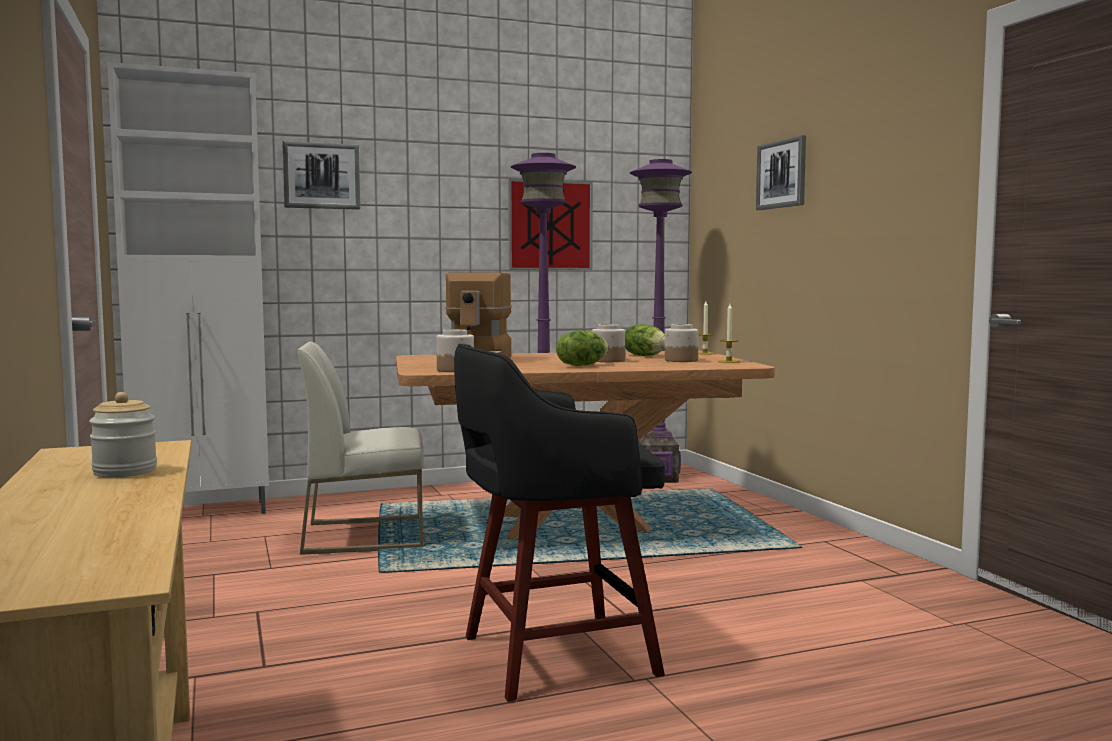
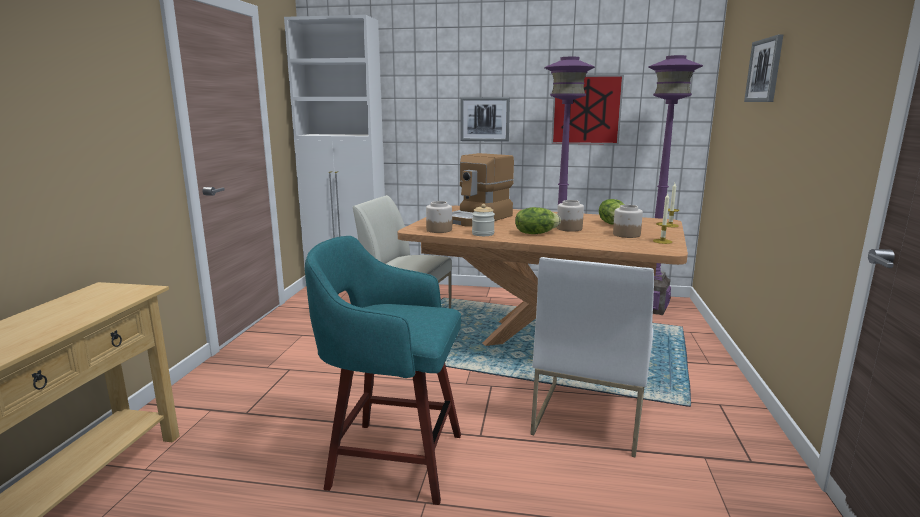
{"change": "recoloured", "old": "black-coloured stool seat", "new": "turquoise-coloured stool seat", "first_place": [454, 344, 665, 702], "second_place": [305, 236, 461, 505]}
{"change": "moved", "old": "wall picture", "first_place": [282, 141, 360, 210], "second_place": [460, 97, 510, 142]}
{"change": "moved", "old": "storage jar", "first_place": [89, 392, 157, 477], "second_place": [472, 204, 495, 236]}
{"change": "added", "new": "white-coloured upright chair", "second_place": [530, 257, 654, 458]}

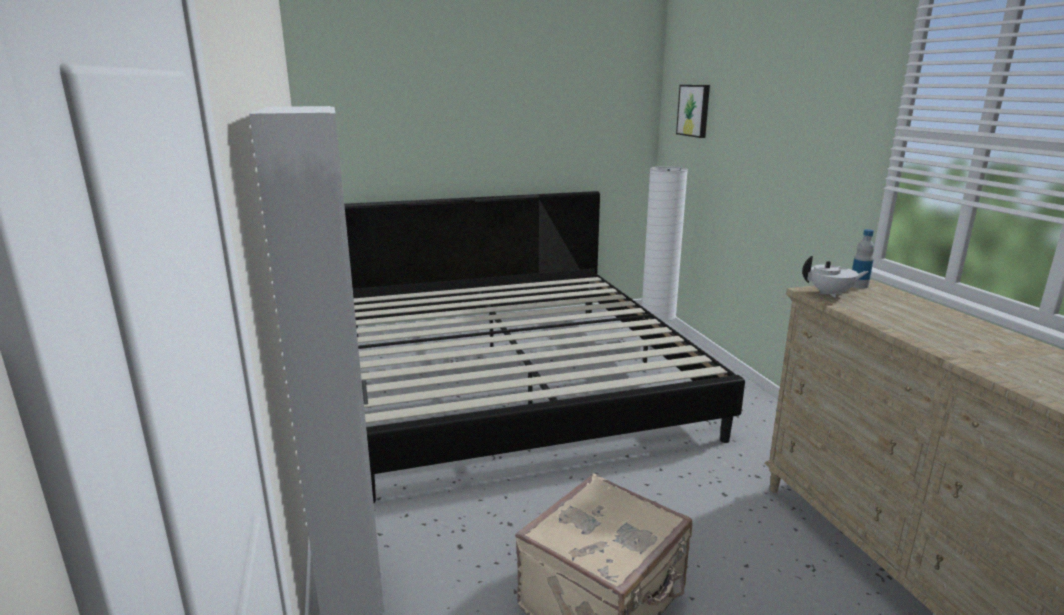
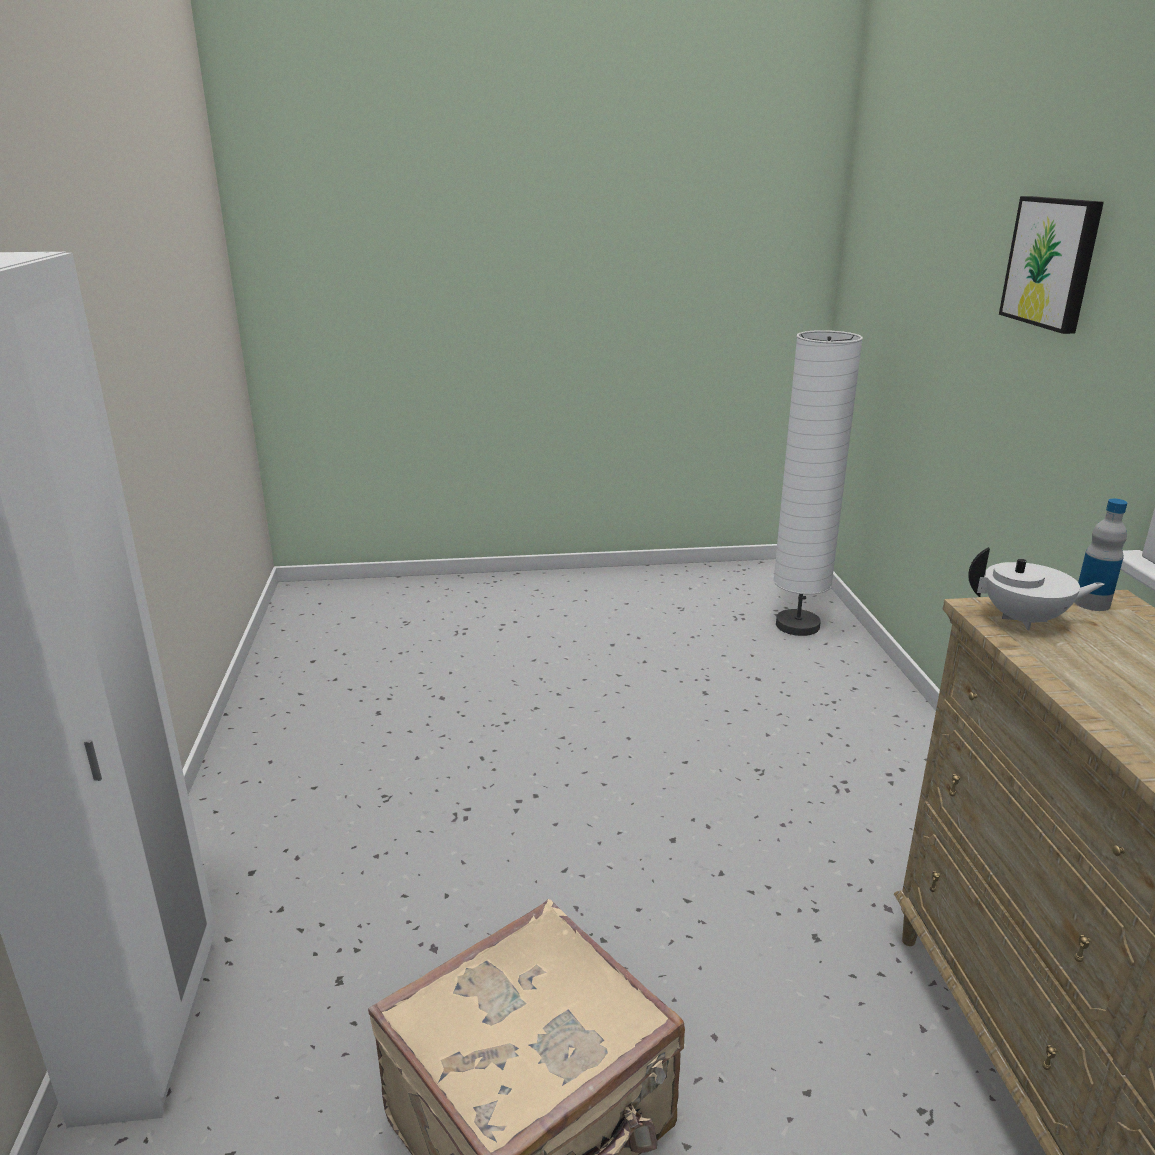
{"change": "moved", "old": "wall picture", "first_place": [676, 85, 710, 138], "second_place": [999, 196, 1104, 334]}
{"change": "removed", "old": "bed", "first_place": [344, 191, 745, 503]}

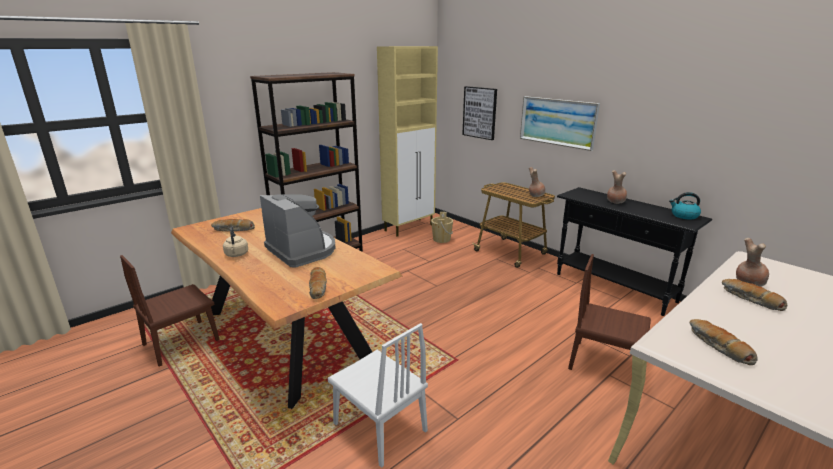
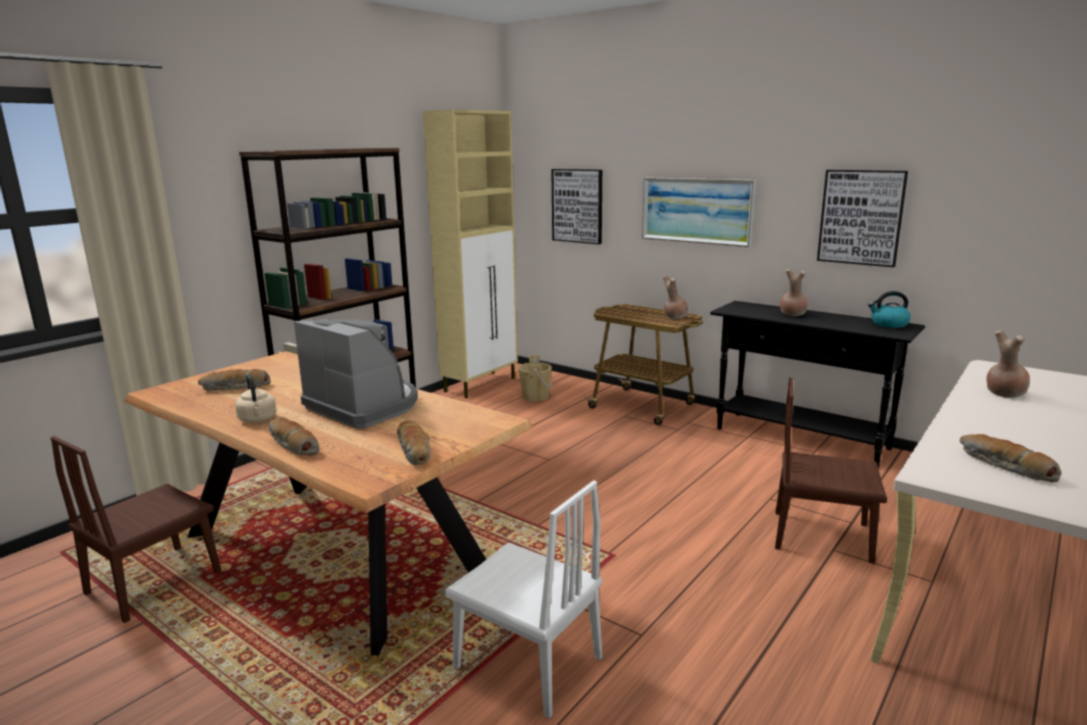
{"change": "moved", "old": "bakery bread", "first_place": [722, 279, 787, 311], "second_place": [269, 418, 319, 455]}
{"change": "added", "new": "wall picture", "second_place": [817, 170, 908, 267]}

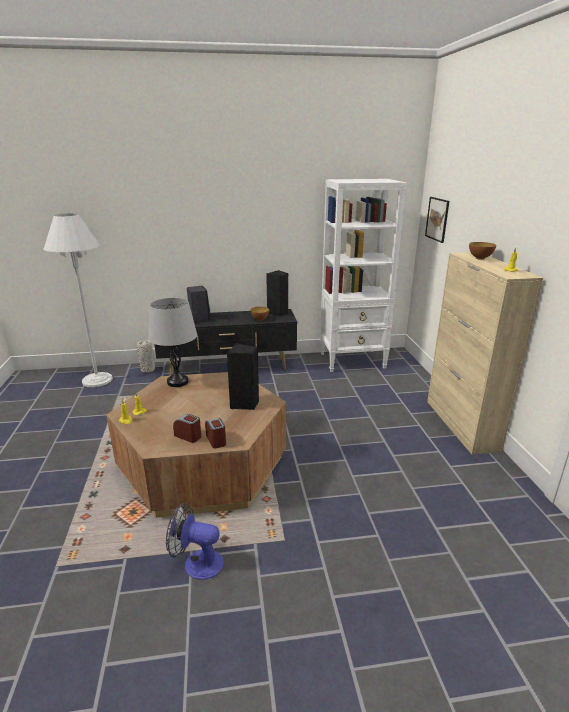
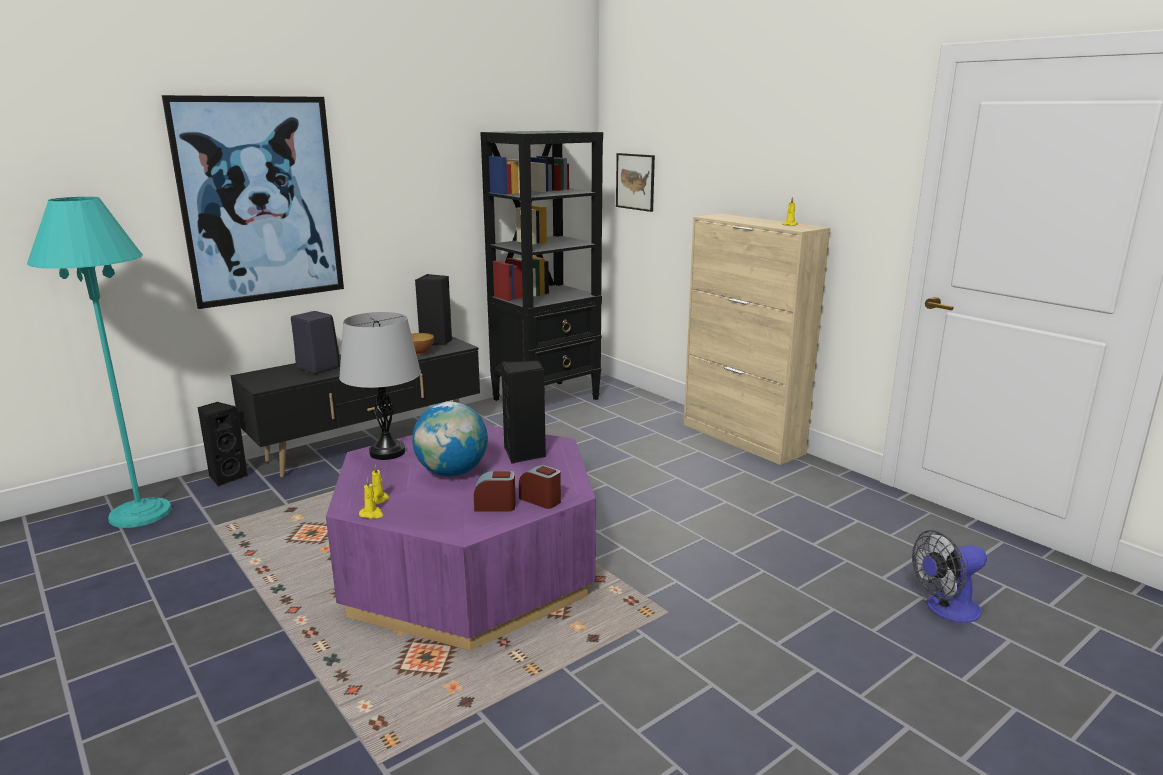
{"change": "recoloured", "old": "white-coloured floor lamp", "new": "turquoise-coloured floor lamp", "first_place": [44, 213, 113, 387], "second_place": [27, 197, 172, 528]}
{"change": "added", "new": "wall picture", "second_place": [162, 95, 344, 309]}
{"change": "replaced", "old": "grey flower vase", "new": "black-coloured loudspeaker", "first_place": [137, 340, 155, 373], "second_place": [198, 402, 248, 487]}
{"change": "recoloured", "old": "brown low table", "new": "purplish low table", "first_place": [106, 372, 286, 518], "second_place": [326, 425, 596, 651]}
{"change": "added", "new": "desk globe", "second_place": [412, 402, 488, 476]}
{"change": "recoloured", "old": "white-coloured shelving unit", "new": "black-coloured shelving unit", "first_place": [320, 179, 407, 372], "second_place": [480, 131, 603, 401]}
{"change": "moved", "old": "electric fan", "first_place": [166, 503, 224, 580], "second_place": [912, 530, 987, 623]}
{"change": "removed", "old": "bowl", "first_place": [469, 242, 496, 260]}

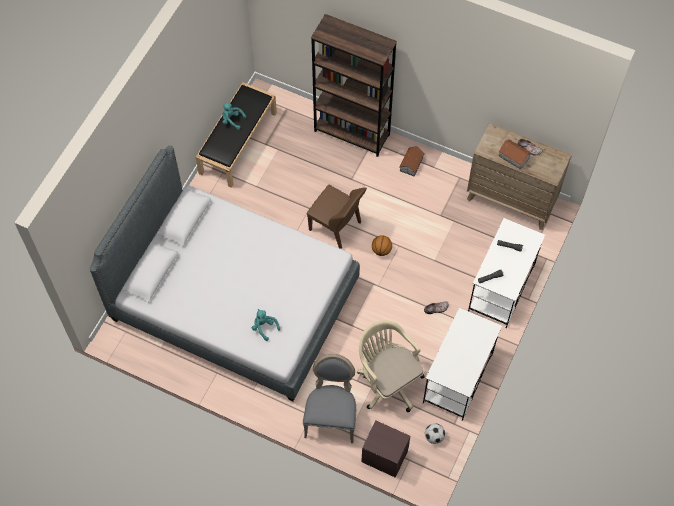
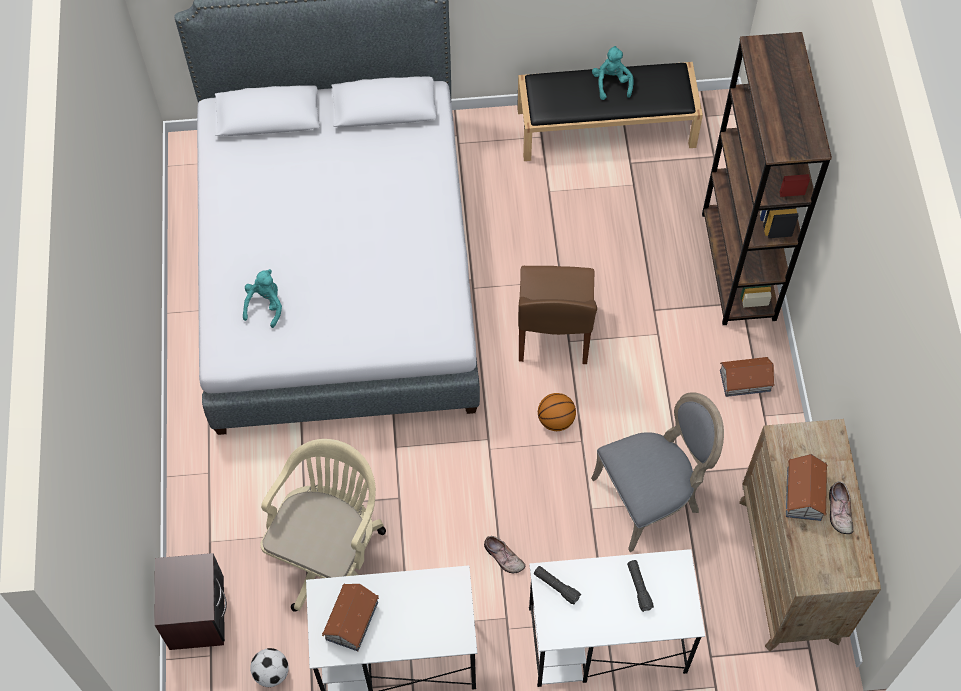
{"change": "added", "new": "toy house", "second_place": [322, 583, 379, 651]}
{"change": "moved", "old": "grey upright chair", "first_place": [303, 354, 356, 443], "second_place": [591, 392, 724, 552]}

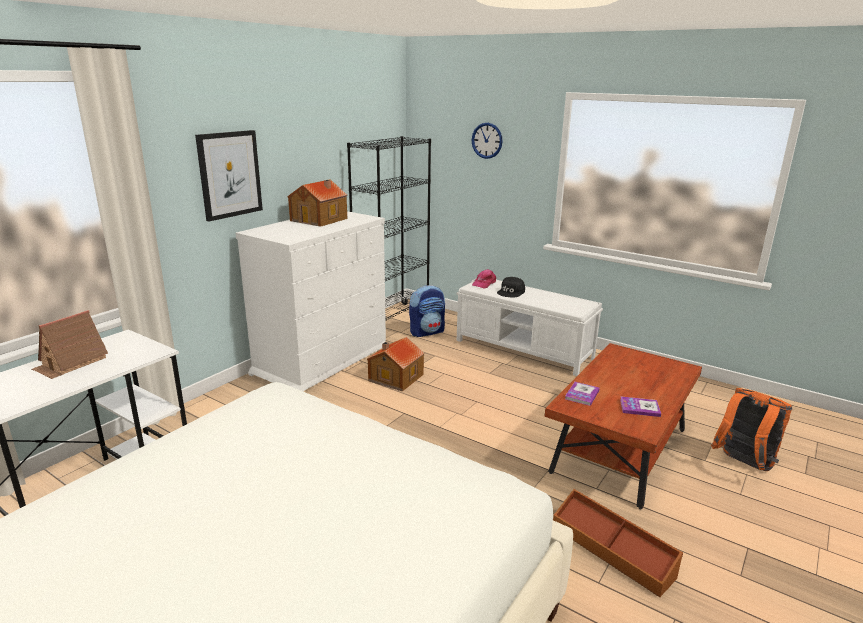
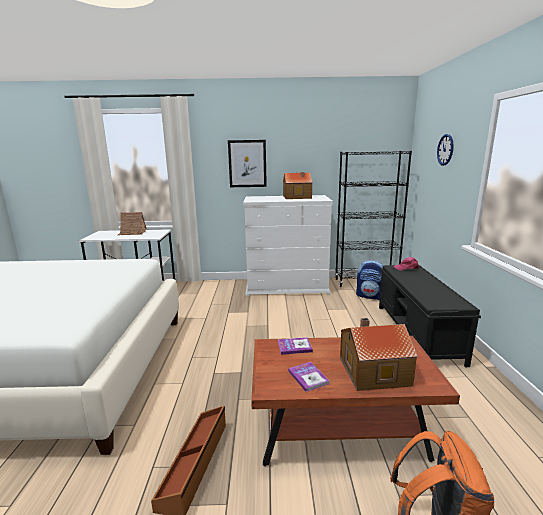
{"change": "moved", "old": "toy house", "first_place": [367, 337, 425, 392], "second_place": [340, 318, 418, 391]}
{"change": "recoloured", "old": "white-coloured long seat", "new": "black-coloured long seat", "first_place": [456, 279, 603, 376], "second_place": [379, 264, 481, 367]}
{"change": "removed", "old": "black-coloured cap", "first_place": [497, 277, 525, 297]}

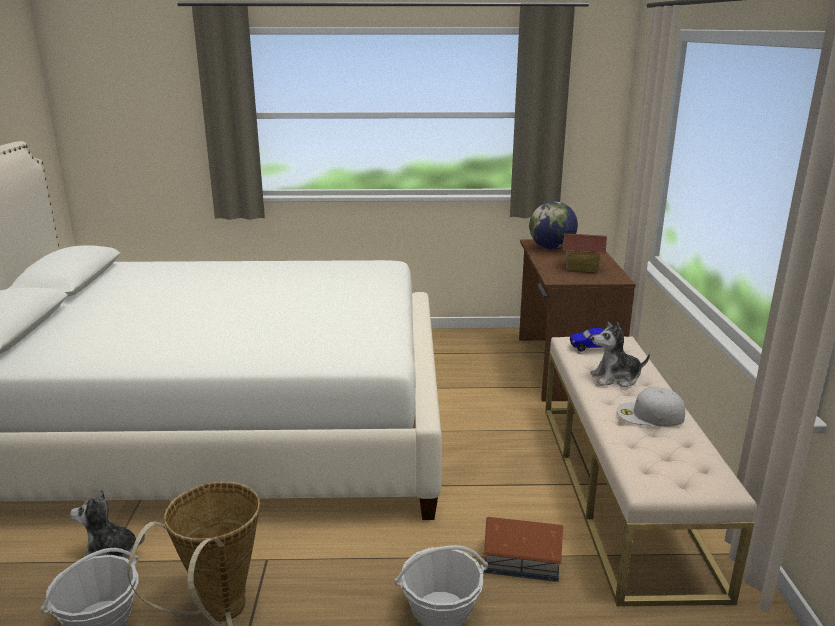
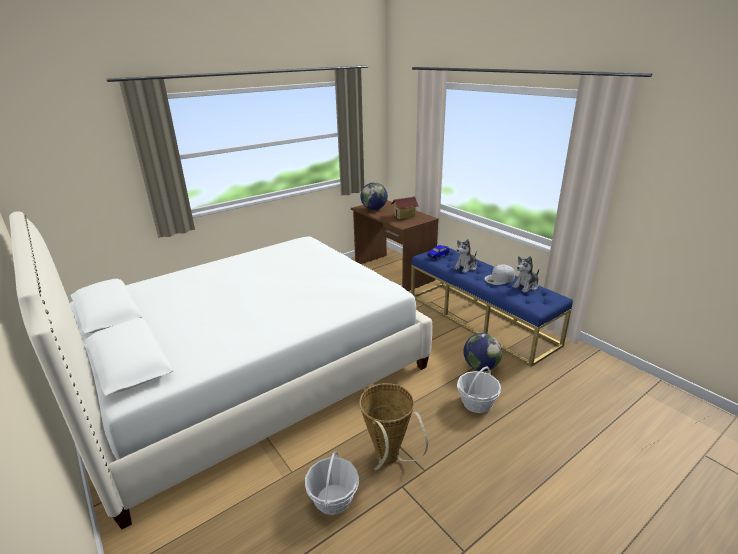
{"change": "recoloured", "old": "beige long seat", "new": "blue long seat", "first_place": [545, 337, 757, 606], "second_place": [411, 248, 573, 367]}
{"change": "replaced", "old": "toy house", "new": "desk globe", "first_place": [482, 517, 563, 582], "second_place": [464, 333, 502, 371]}
{"change": "moved", "old": "soft toy", "first_place": [70, 490, 145, 559], "second_place": [512, 256, 539, 293]}

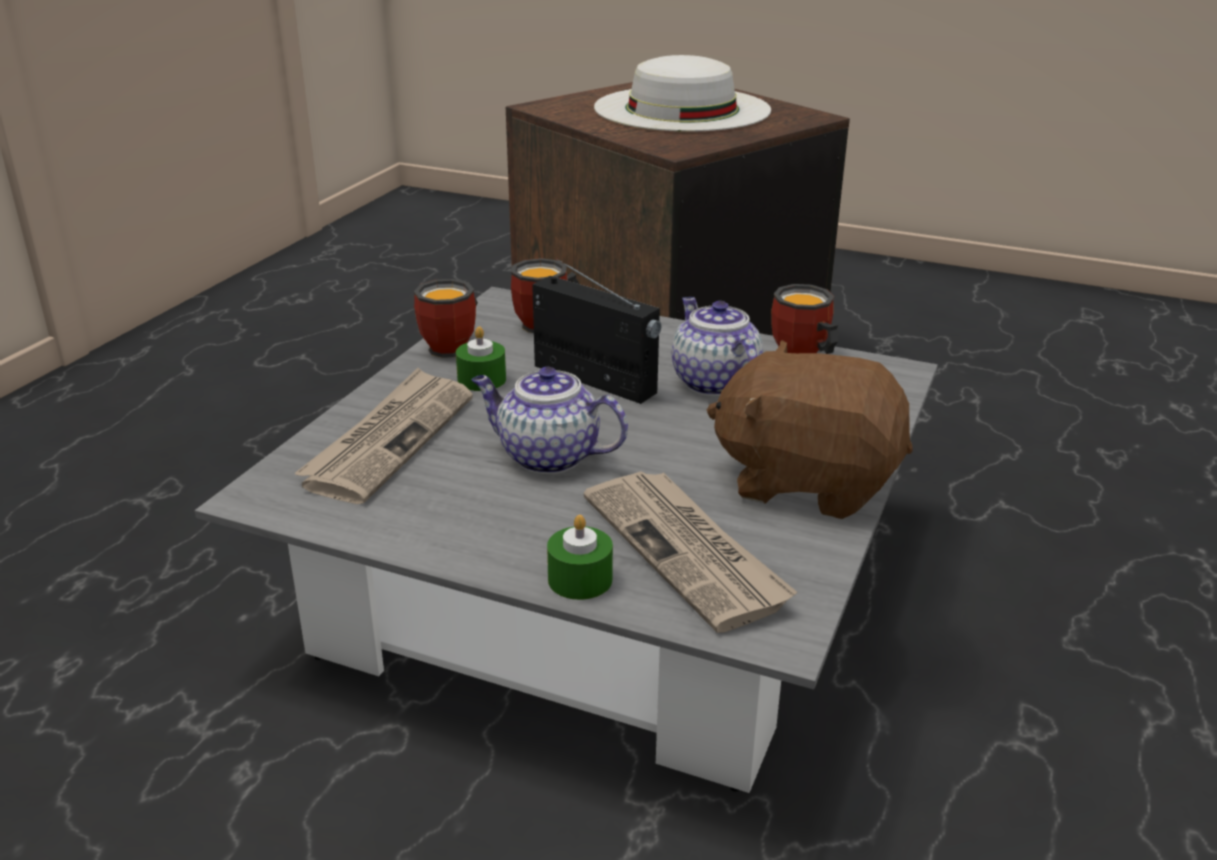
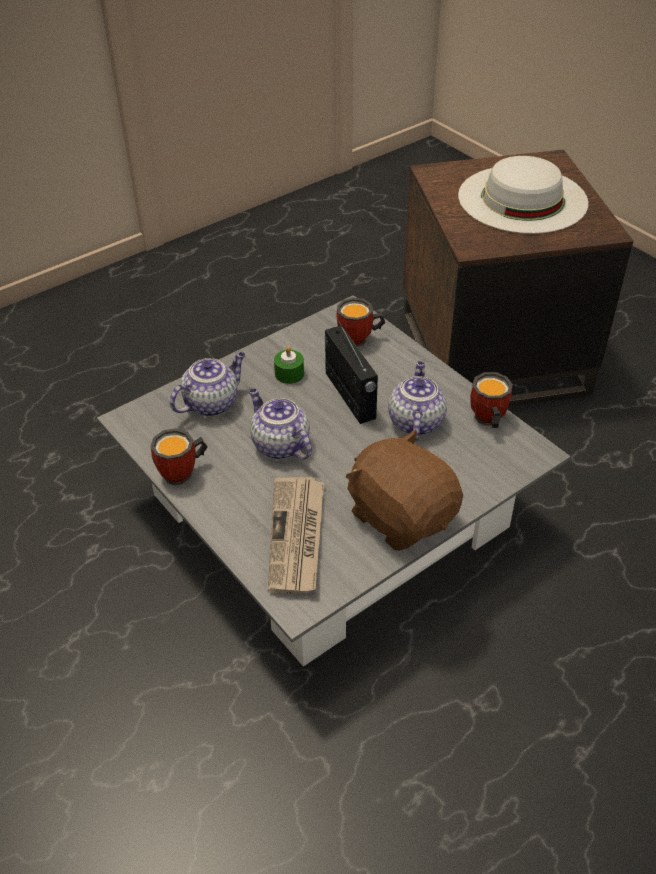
{"change": "moved", "old": "tea mug", "first_place": [414, 279, 478, 358], "second_place": [150, 428, 208, 485]}
{"change": "replaced", "old": "daily paper", "new": "teapot", "first_place": [294, 368, 473, 504], "second_place": [170, 352, 245, 417]}
{"change": "removed", "old": "green wax light", "first_place": [547, 515, 613, 600]}

